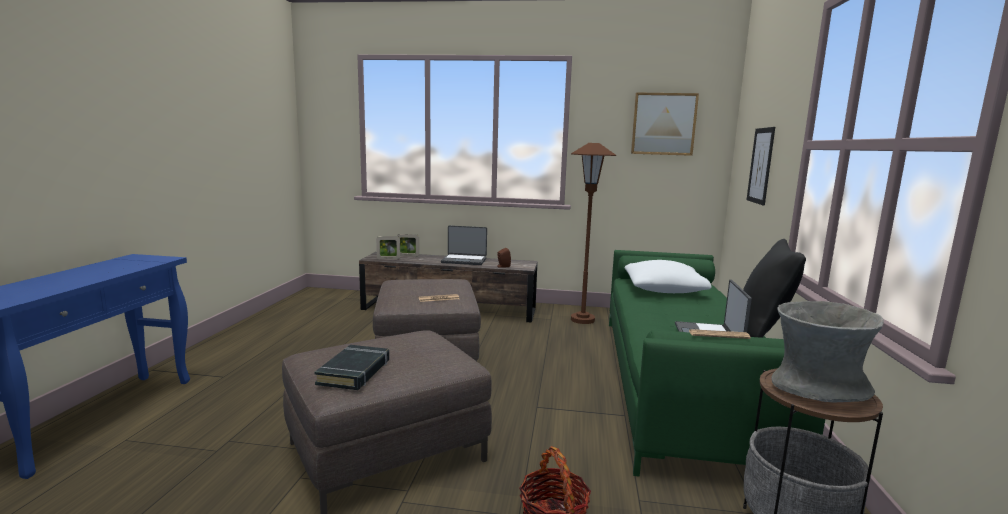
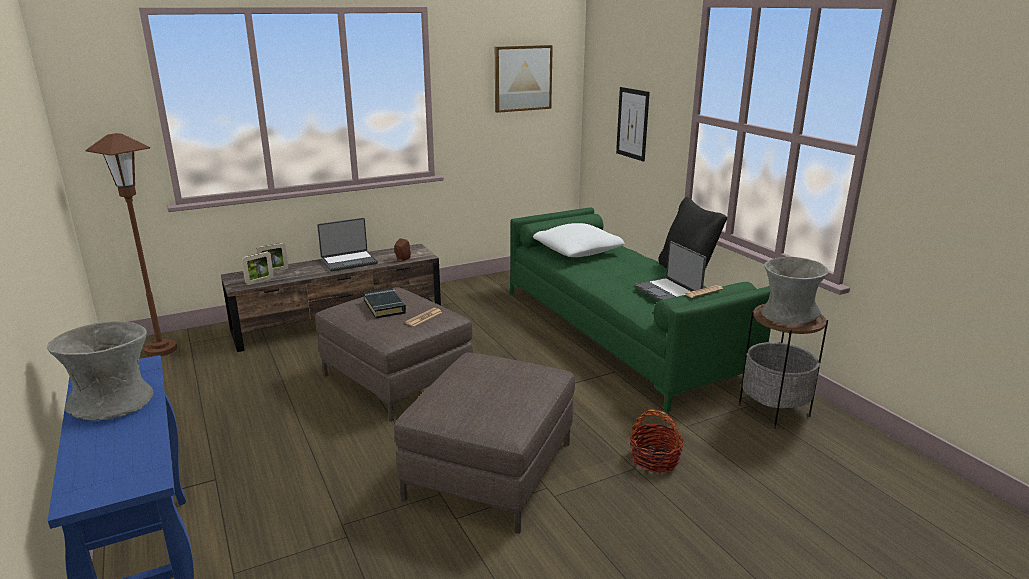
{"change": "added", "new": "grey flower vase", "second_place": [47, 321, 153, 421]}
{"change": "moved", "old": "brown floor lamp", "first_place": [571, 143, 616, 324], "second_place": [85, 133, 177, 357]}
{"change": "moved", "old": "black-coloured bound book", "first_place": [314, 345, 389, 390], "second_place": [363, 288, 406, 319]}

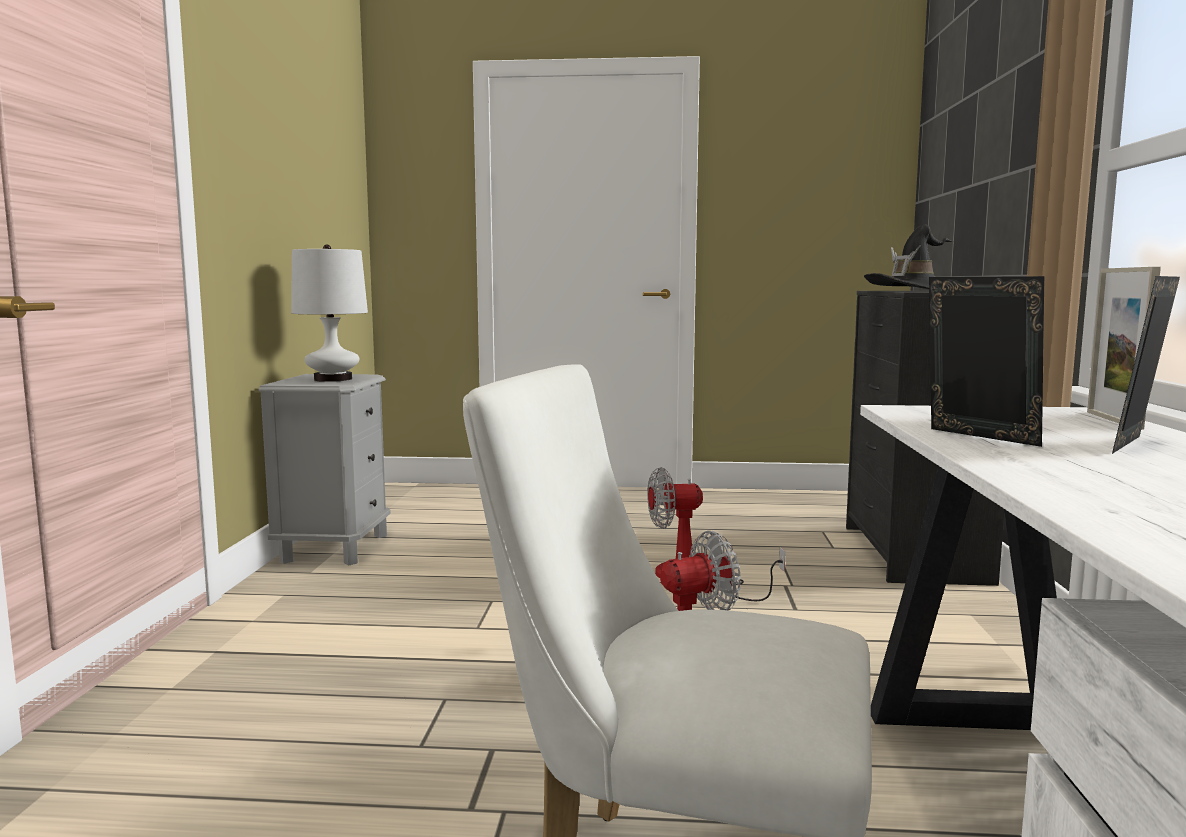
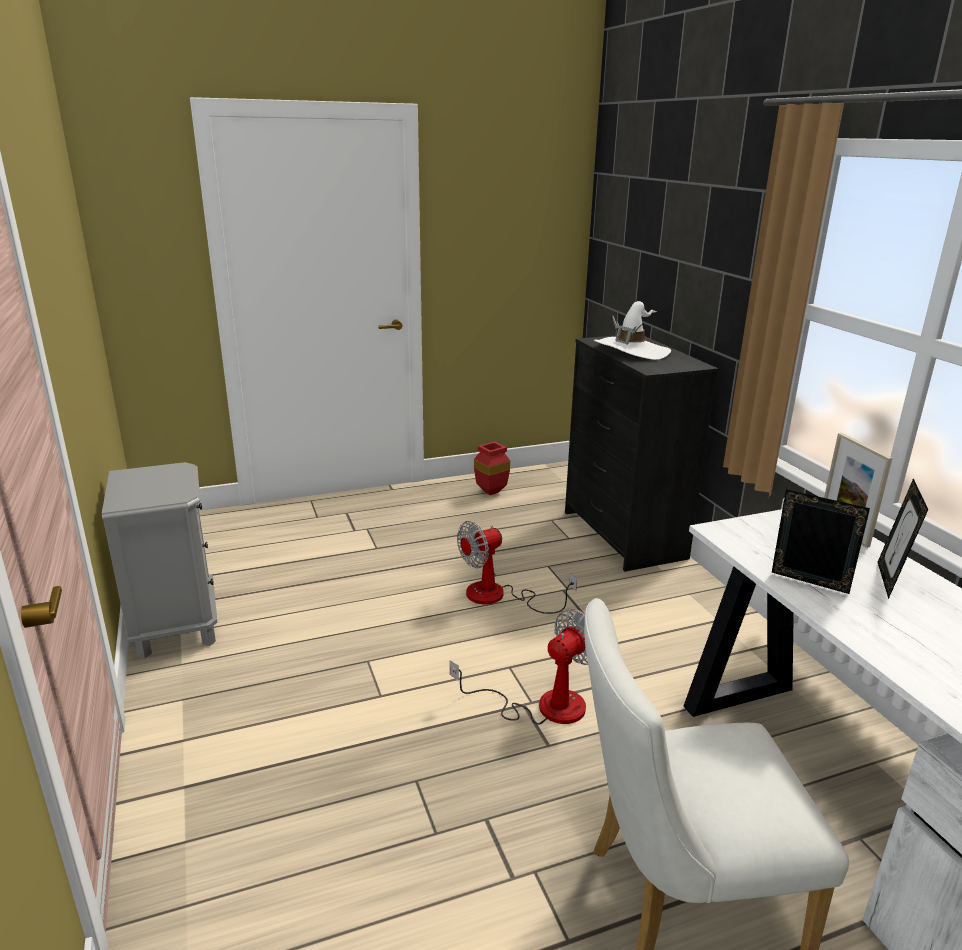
{"change": "added", "new": "red-coloured flower vase", "second_place": [474, 441, 510, 495]}
{"change": "recoloured", "old": "black-coloured hat", "new": "white-coloured hat", "first_place": [864, 225, 953, 289], "second_place": [594, 301, 671, 360]}
{"change": "removed", "old": "white-coloured table lamp", "first_place": [291, 244, 368, 382]}

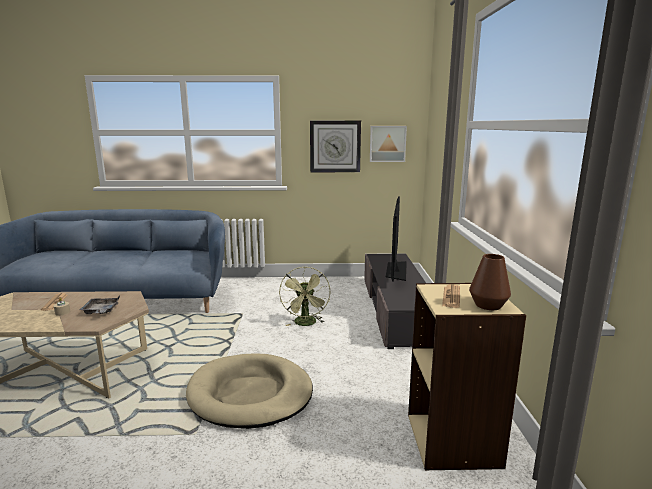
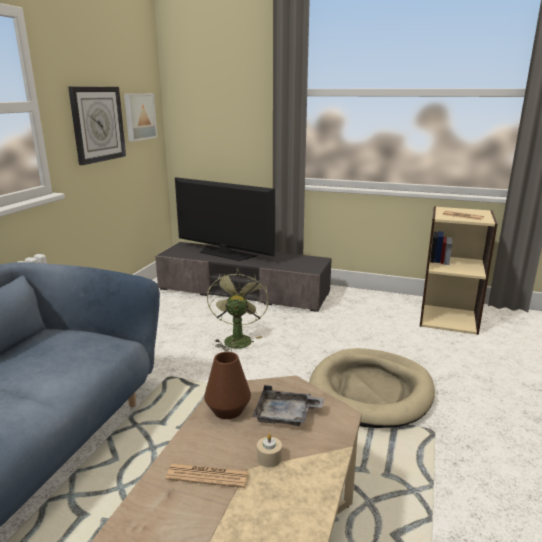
{"change": "moved", "old": "brown flower vase", "first_place": [469, 254, 511, 310], "second_place": [204, 352, 251, 419]}
{"change": "turned", "old": "green electric fan", "first_place": [279, 266, 330, 326], "second_place": [207, 270, 269, 352], "degrees": -105}

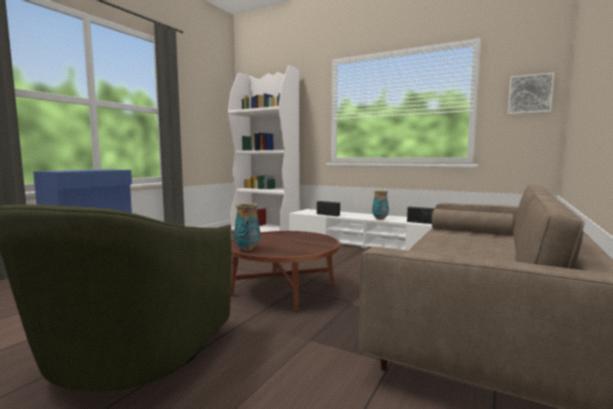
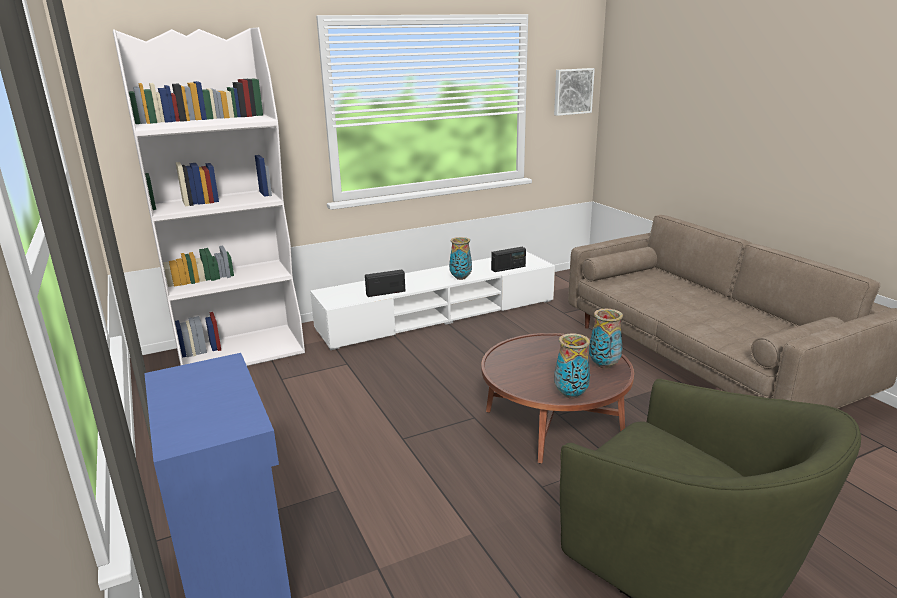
{"change": "added", "new": "flower vase", "second_place": [589, 309, 623, 369]}

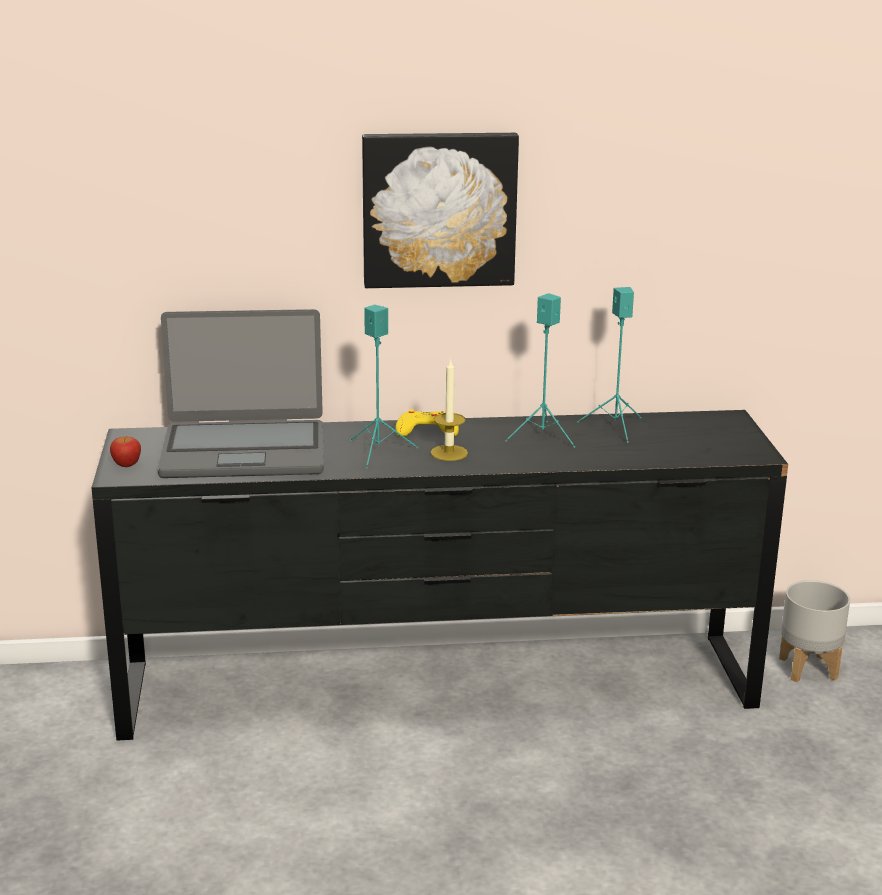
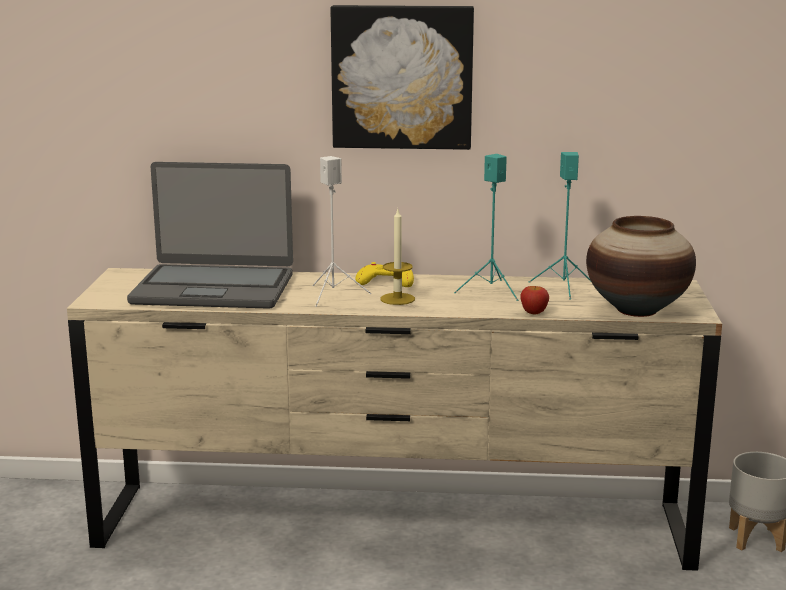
{"change": "recoloured", "old": "black-coloured chest of drawers", "new": "beige chest of drawers", "first_place": [91, 410, 788, 741], "second_place": [67, 268, 722, 571]}
{"change": "recoloured", "old": "turquoise-coloured loudspeaker", "new": "white-coloured loudspeaker", "first_place": [350, 305, 418, 468], "second_place": [312, 156, 371, 307]}
{"change": "moved", "old": "apple fruit", "first_place": [110, 437, 141, 467], "second_place": [520, 286, 549, 314]}
{"change": "added", "new": "flower vase", "second_place": [586, 216, 696, 317]}

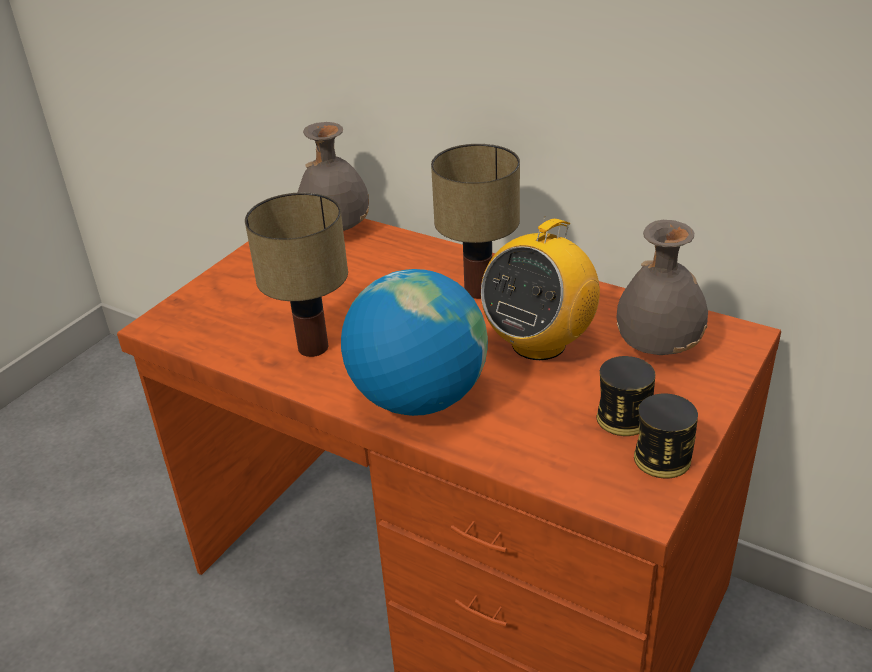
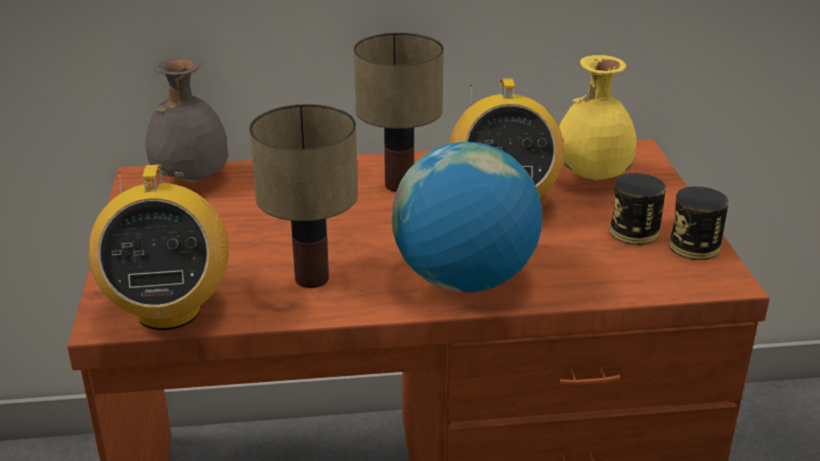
{"change": "added", "new": "radio receiver", "second_place": [88, 164, 229, 330]}
{"change": "recoloured", "old": "grey flower vase", "new": "yellow-coloured flower vase", "first_place": [616, 220, 708, 355], "second_place": [559, 55, 637, 182]}

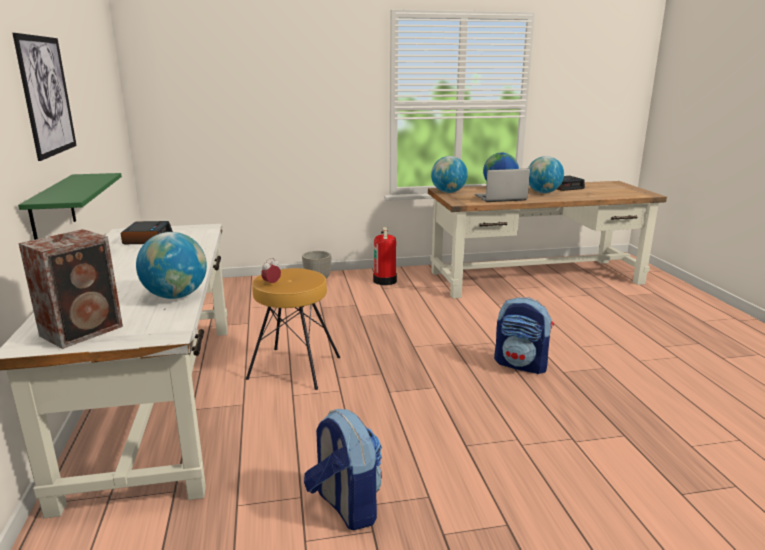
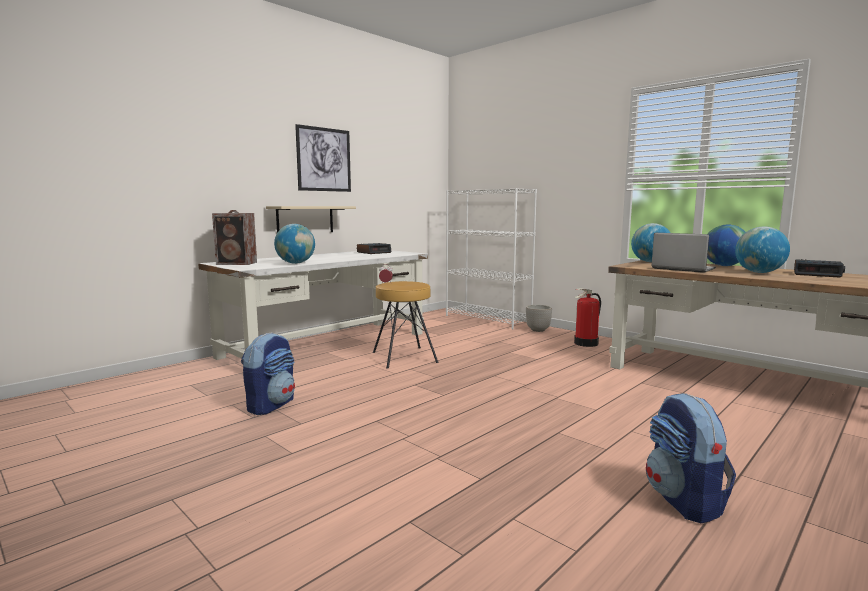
{"change": "recoloured", "old": "green wall shelf", "new": "beige wall shelf", "first_place": [18, 173, 122, 240], "second_place": [266, 206, 356, 233]}
{"change": "added", "new": "white-coloured shelving unit", "second_place": [446, 188, 537, 329]}
{"change": "moved", "old": "backpack", "first_place": [494, 298, 554, 374], "second_place": [646, 393, 736, 523]}

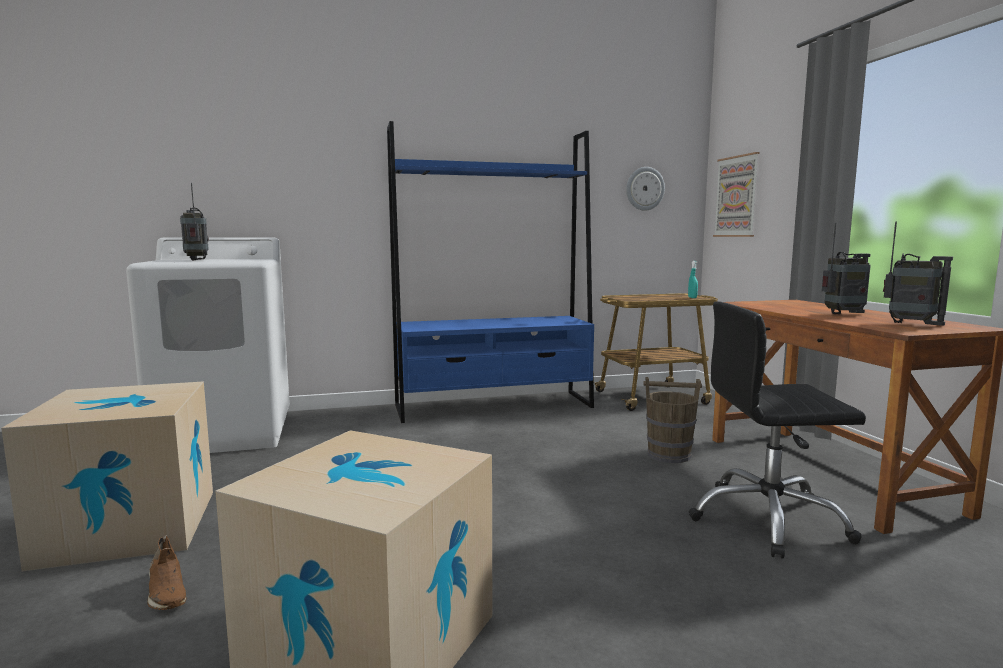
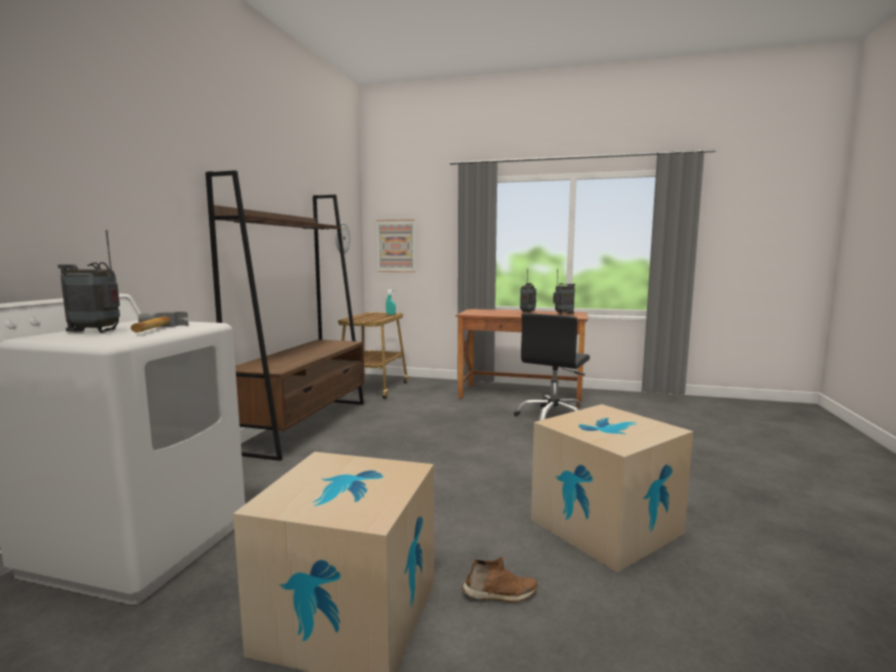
{"change": "added", "new": "tool hammer", "second_place": [131, 311, 189, 333]}
{"change": "recoloured", "old": "blue shelving unit", "new": "brown shelving unit", "first_place": [387, 121, 594, 423], "second_place": [205, 170, 365, 461]}
{"change": "removed", "old": "brown pail", "first_place": [643, 377, 702, 463]}

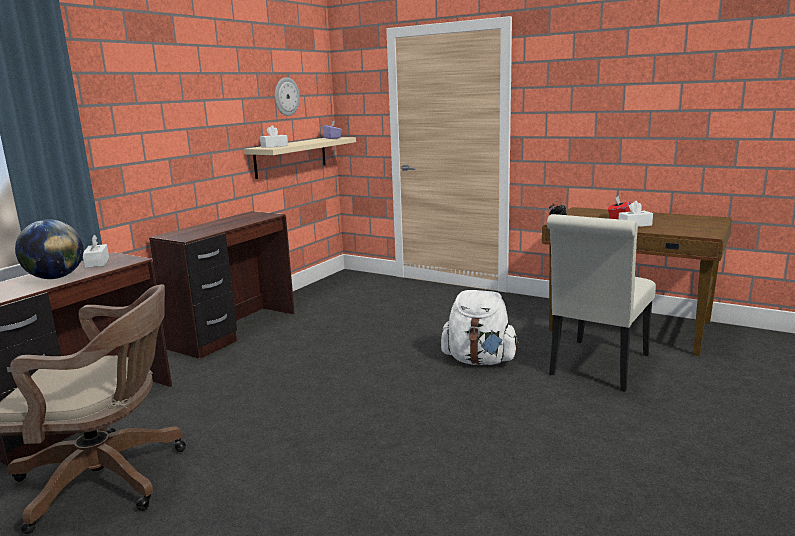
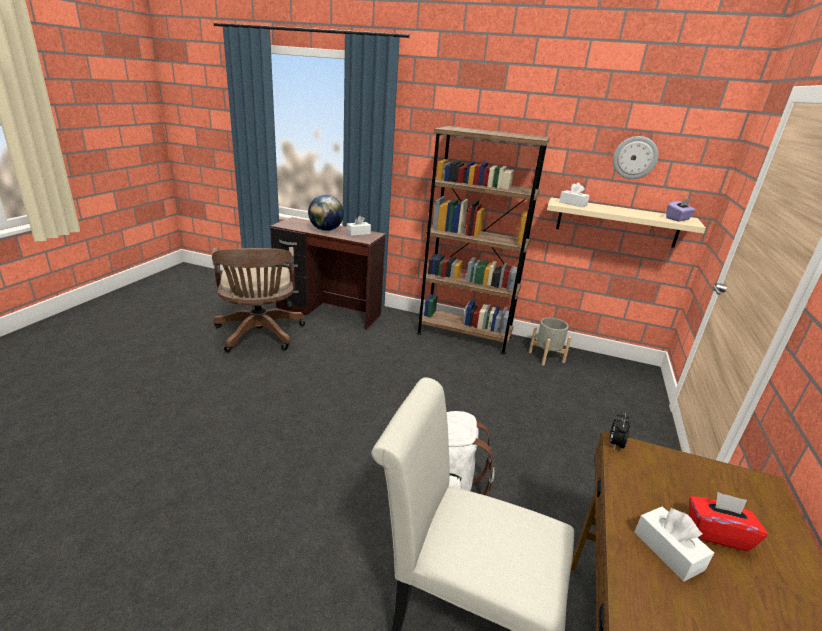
{"change": "replaced", "old": "brown desk unit", "new": "brown shelving unit", "first_place": [149, 211, 295, 359], "second_place": [417, 126, 550, 354]}
{"change": "added", "new": "grey plant pot", "second_place": [529, 318, 571, 366]}

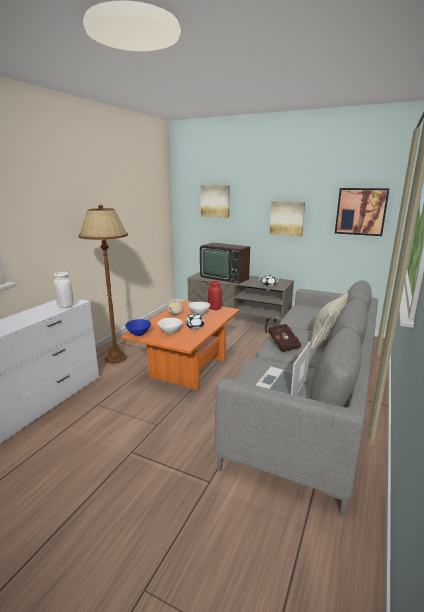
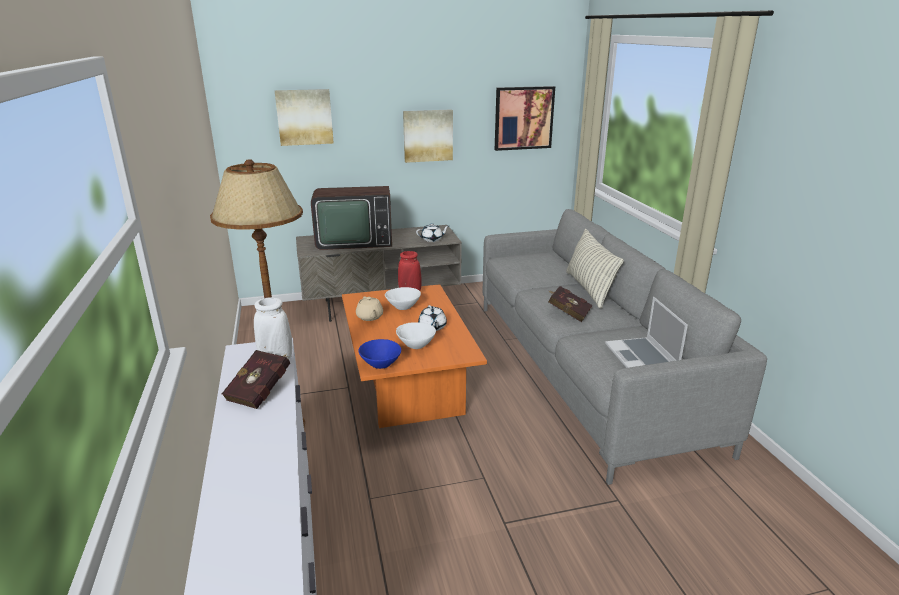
{"change": "added", "new": "red-coloured bound book", "second_place": [222, 350, 290, 409]}

